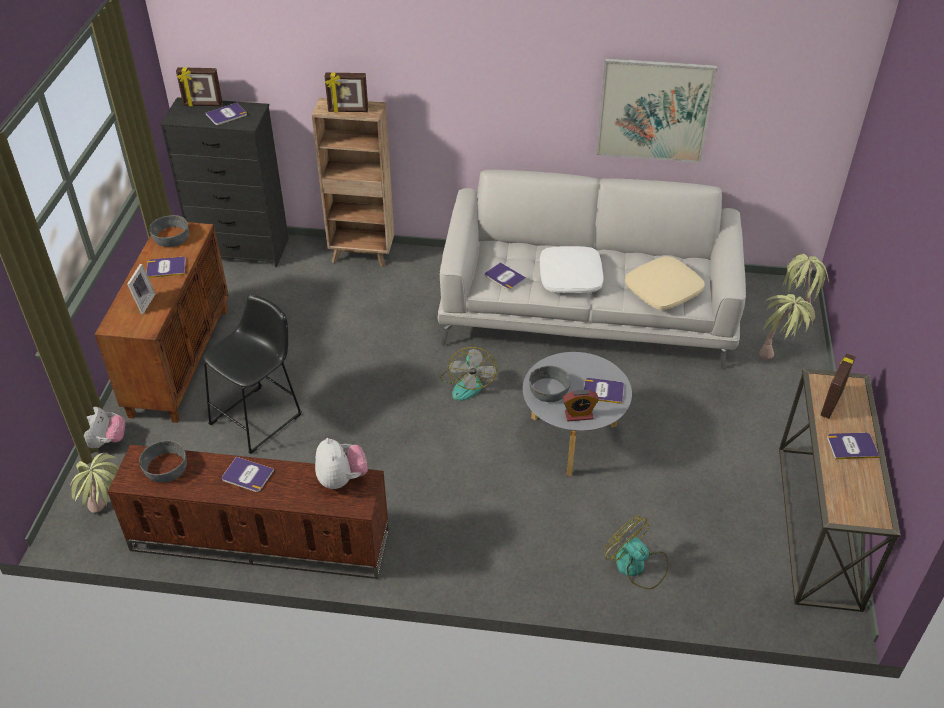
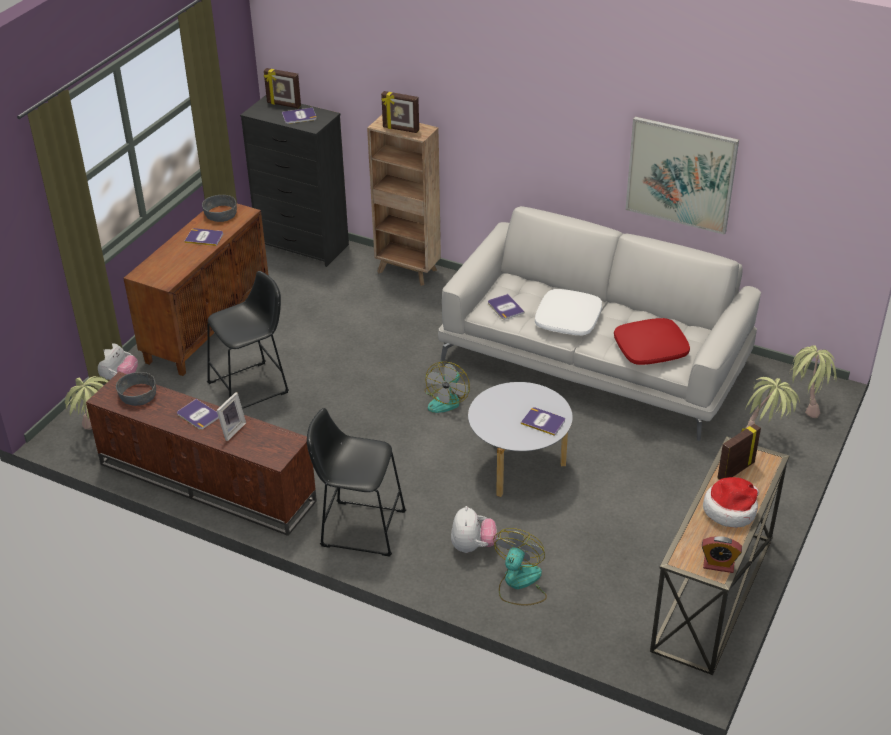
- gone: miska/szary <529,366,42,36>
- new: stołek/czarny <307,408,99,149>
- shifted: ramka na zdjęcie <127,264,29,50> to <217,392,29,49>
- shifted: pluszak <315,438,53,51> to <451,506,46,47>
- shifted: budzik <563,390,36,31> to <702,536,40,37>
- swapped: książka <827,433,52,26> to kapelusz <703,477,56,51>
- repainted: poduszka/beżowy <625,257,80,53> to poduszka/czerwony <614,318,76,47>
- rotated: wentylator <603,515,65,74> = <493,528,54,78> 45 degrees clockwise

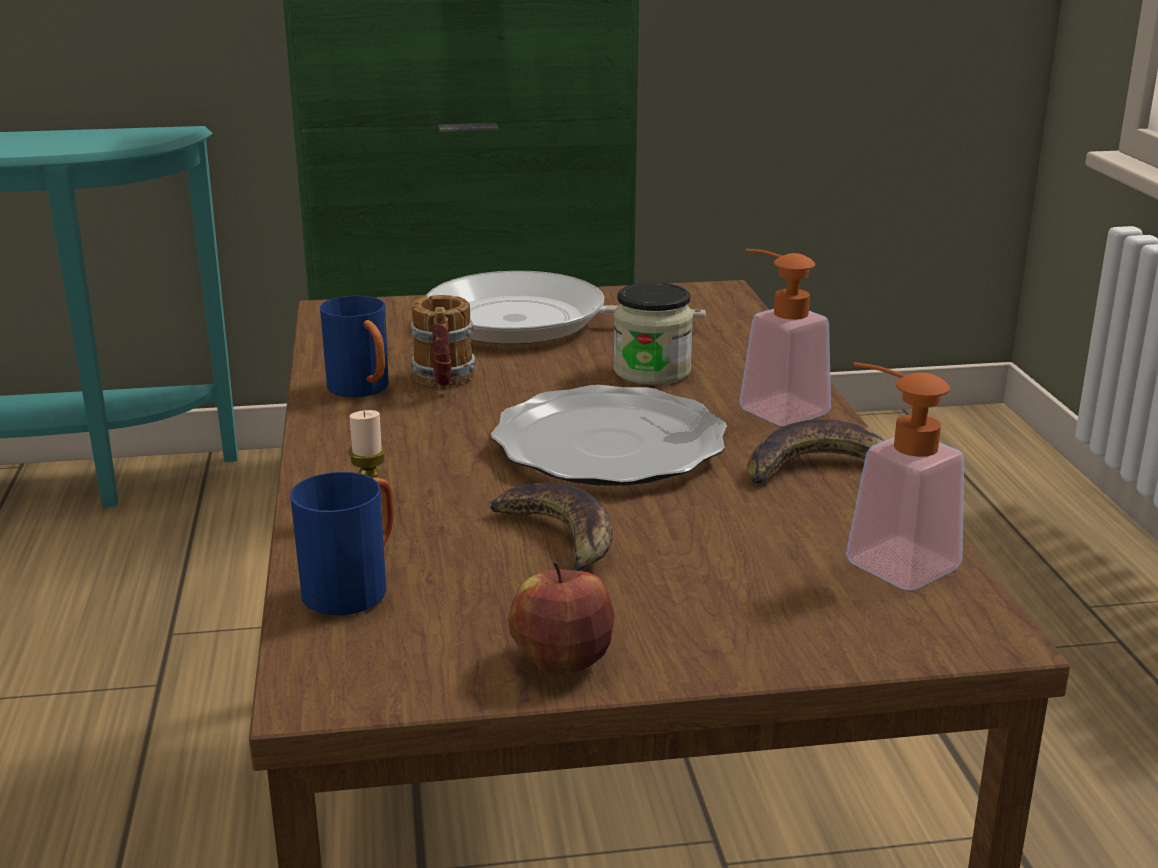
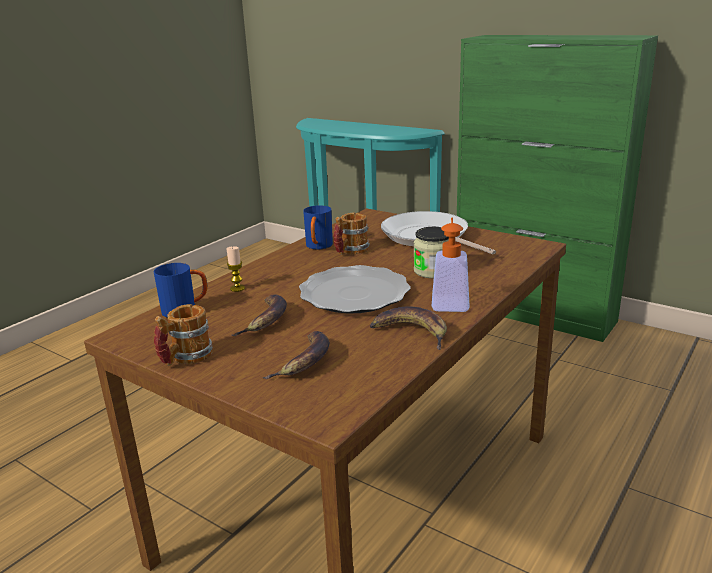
- gone: dozownik mydła <846,362,118,228>
- new: banan <262,331,68,48>
- swapped: jabłko <508,561,106,114> to kubek <154,304,59,62>

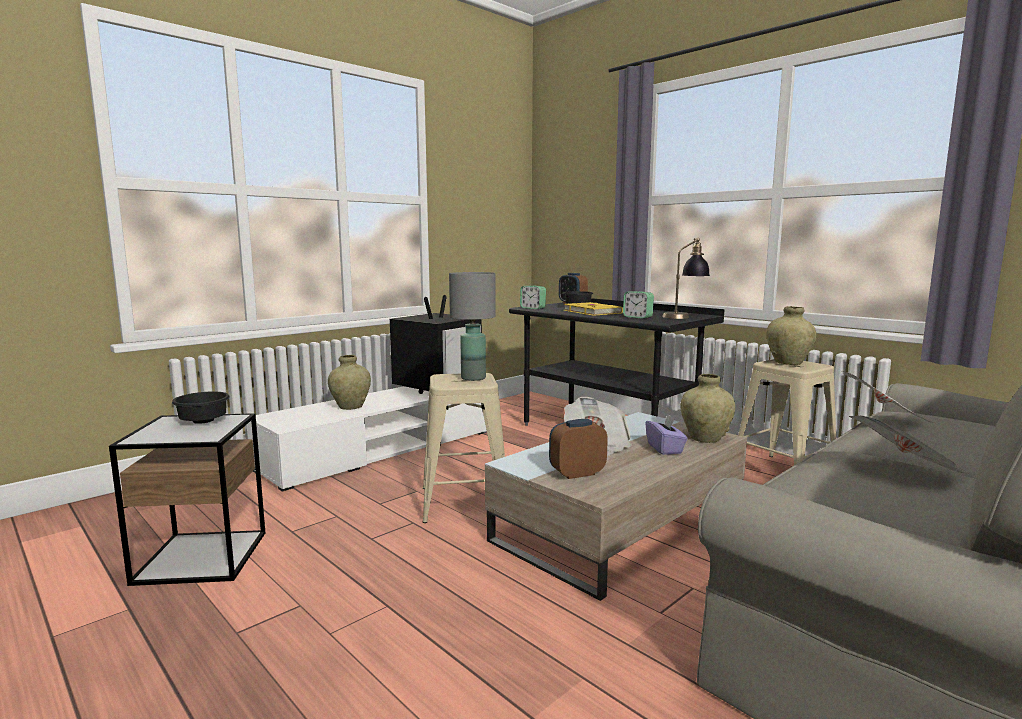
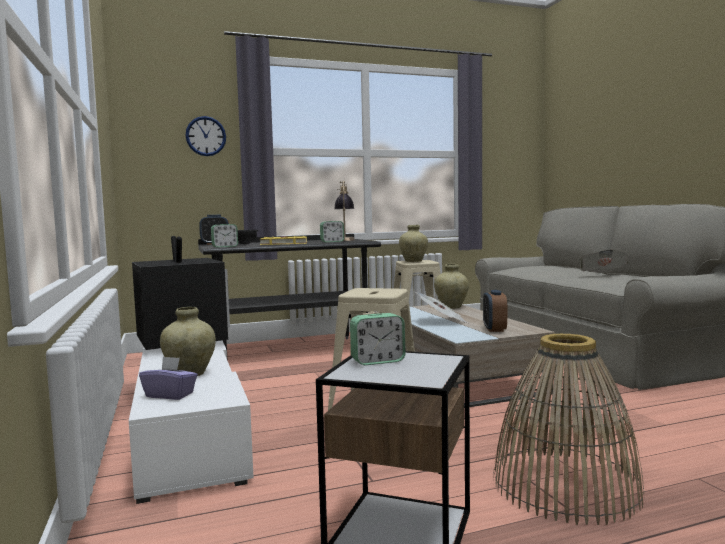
- gone: lampa stołowa/szary <449,272,47,109>
- gone: gazeta <842,371,92,52>
- new: zegar ścienny <185,116,41,40>
- new: koszyk <493,334,151,191>
- shifted: pudełko chusteczek/fioletowy <645,414,43,41> to <139,357,59,43>
- swapped: miska/czarny <172,391,58,33> to budzik <350,313,56,53>

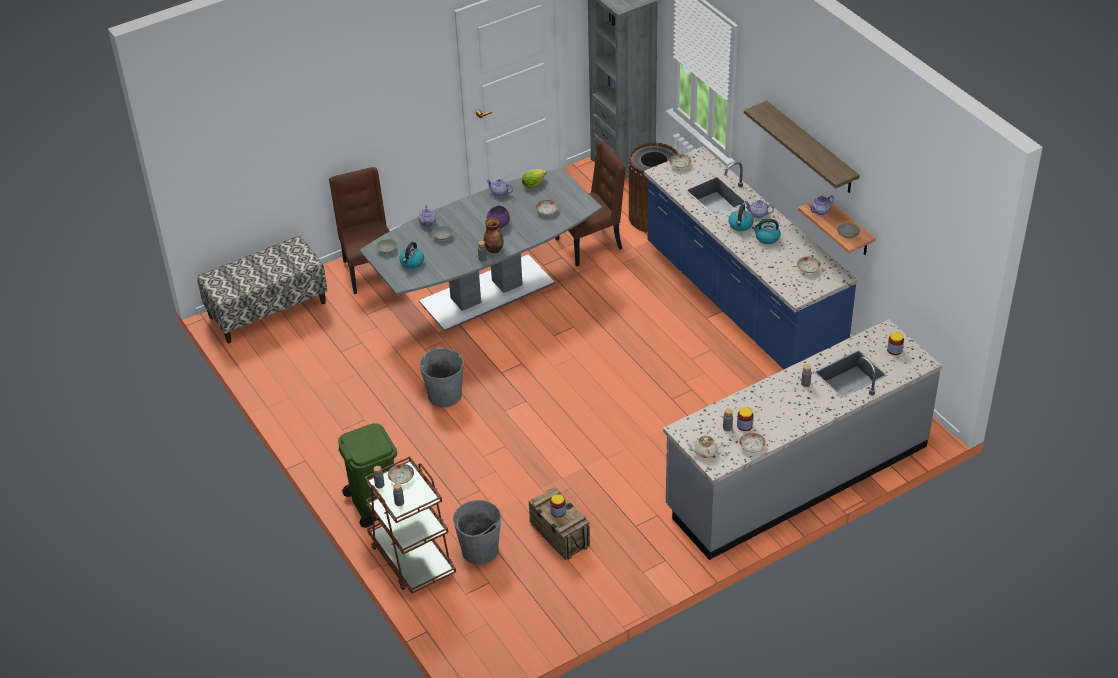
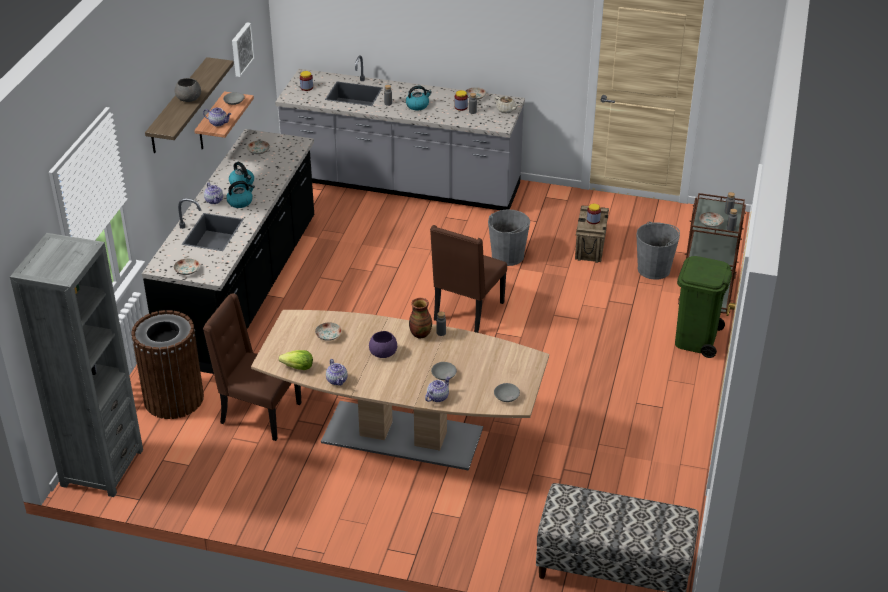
- new: miska/szary <175,78,26,24>
- new: obraz <232,23,22,54>
- shifted: krzesło/brązowy <329,167,61,127> to <430,225,77,108>
- shifted: czajnik <399,242,25,27> to <406,86,26,24>
- shifted: wiadro/szary <420,347,44,60> to <488,209,42,57>
- repainted: stół jadalny/szary <360,168,242,164> to stół jadalny/brązowy <251,310,298,161>
- repainted: zabudowa kuchenna/niebieski <644,147,214,222> to zabudowa kuchenna/czarny <142,129,172,245>

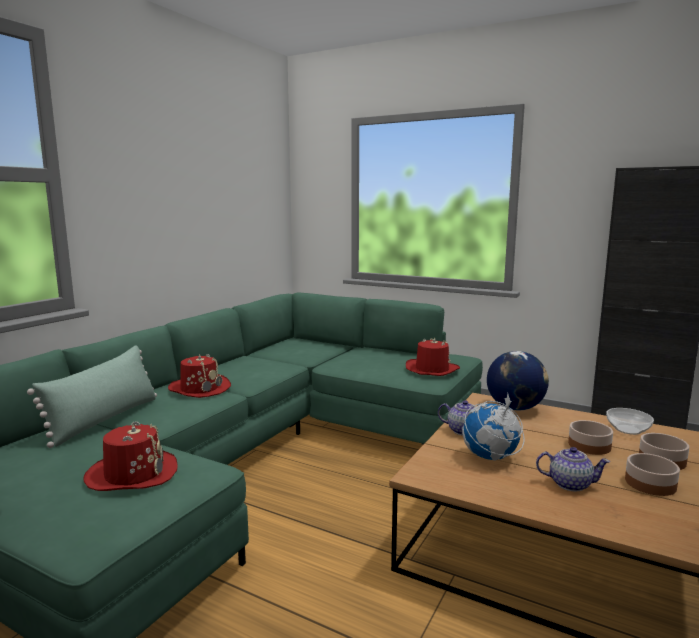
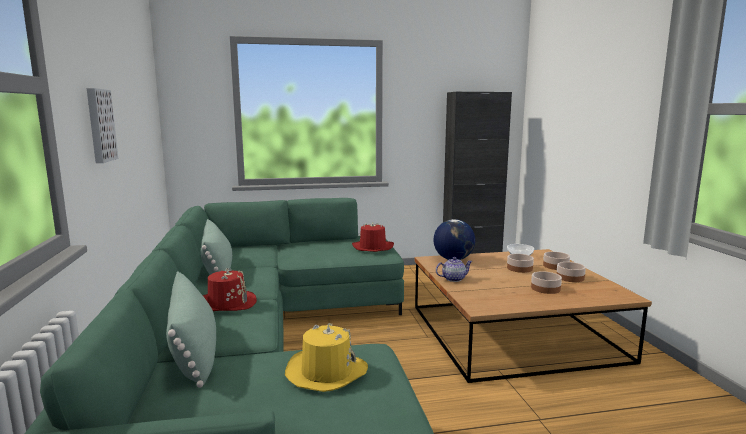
- gone: globus <462,393,63,68>
- new: obraz <87,88,31,75>
- new: poduszka/zielony <201,219,31,56>
- swapped: imbryk <536,447,74,45> to miska <531,271,31,23>
- repainted: kapelusz/czerwony <83,421,95,70> to kapelusz/żółty <285,323,83,69>

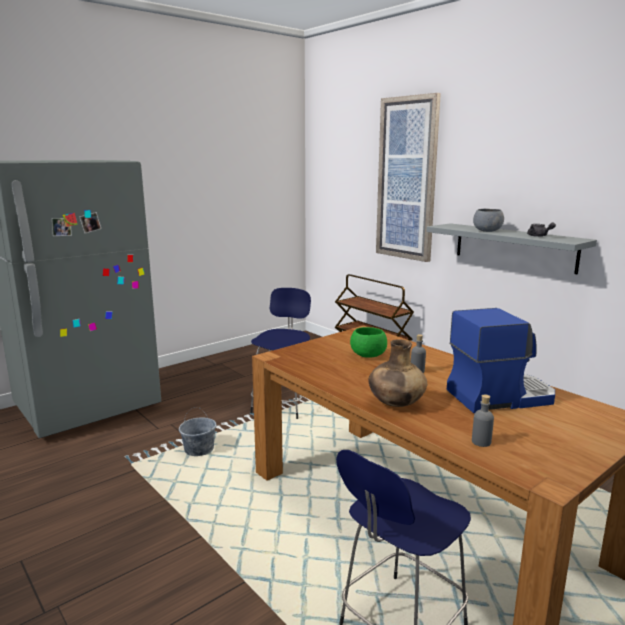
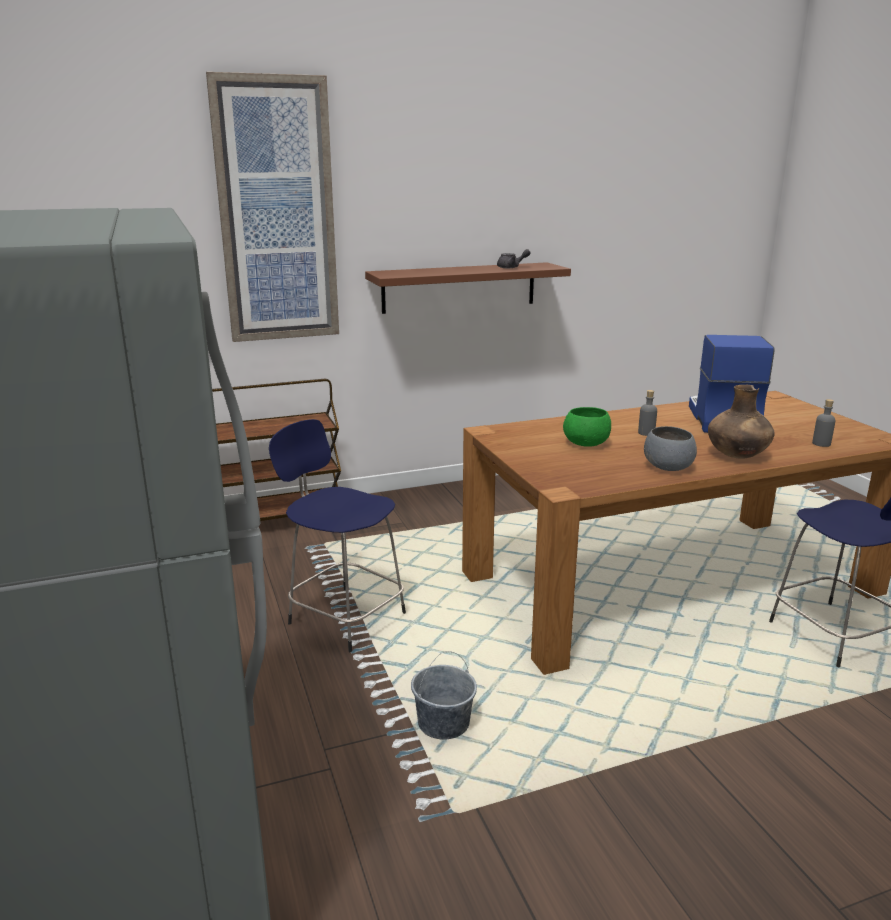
- shifted: miska/szary <473,209,31,23> to <644,426,53,45>
- repainted: półka/szary <426,223,171,52> to półka/brązowy <365,262,206,52>

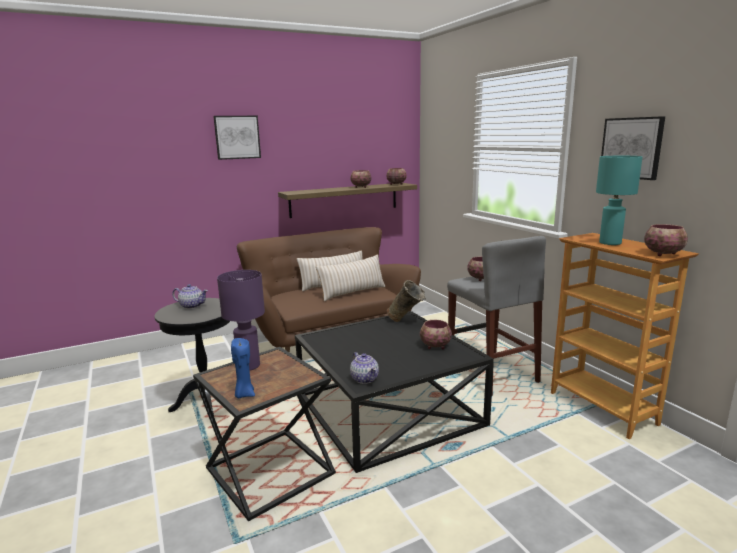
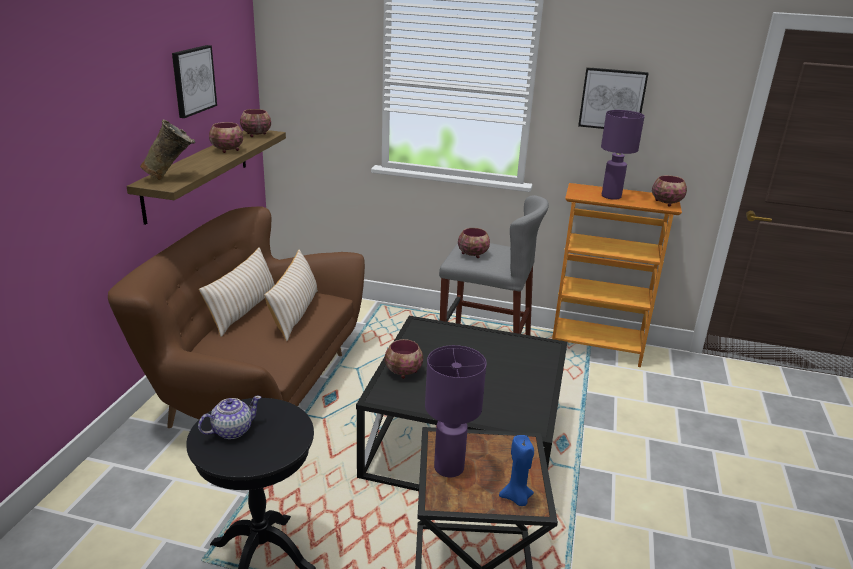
- gone: imbryk <350,352,29,32>
- shifted: obraz <213,116,48,44> to <172,45,45,73>
- shifted: wazon/beżowy <387,280,39,42> to <140,120,55,60>
- shifted: miska <420,320,32,29> to <385,339,38,40>
- repainted: lampa stołowa/turkusowy <596,156,47,89> to lampa stołowa/fioletowy <601,110,44,90>

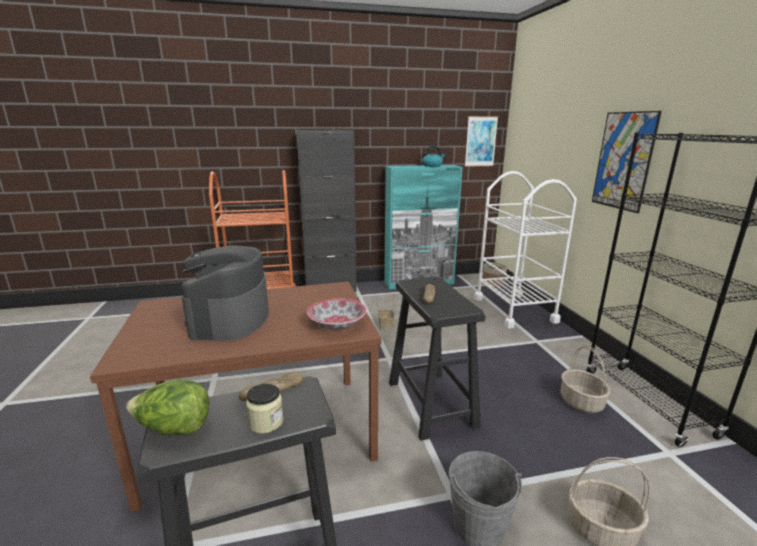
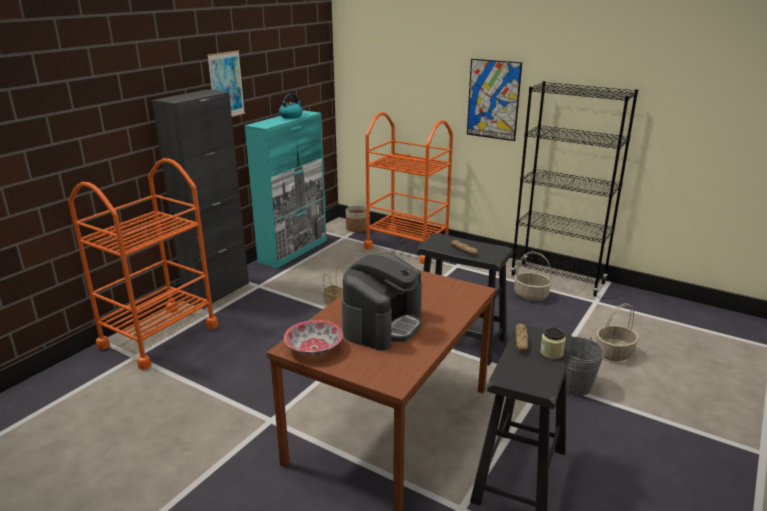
- gone: sałata <126,380,83,55>
- shifted: miska <307,299,59,31> to <284,320,59,36>
- shifted: obraz <465,116,33,51> to <207,51,38,66>
- repainted: wózek/biały <474,171,103,158> to wózek/pomarańczowy <364,112,89,152>
- rotated: ekspres do kawy <181,245,88,96> = <342,253,80,97> 105 degrees counterclockwise

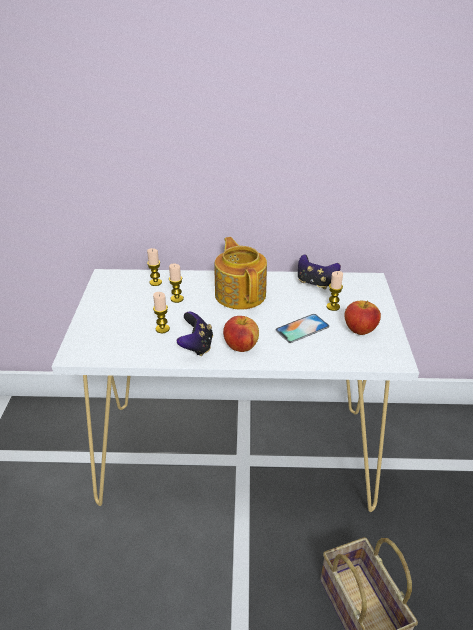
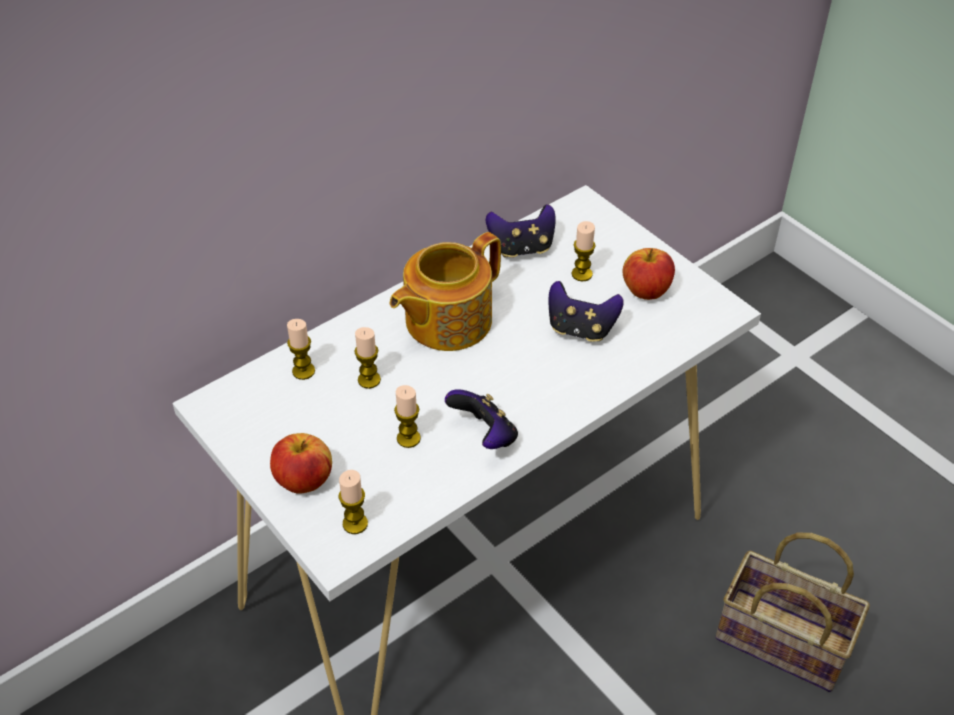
- new: świeca <339,470,29,64>
- shifted: jabłko <223,316,36,36> to <270,433,62,61>
- swapped: telefon <275,314,54,29> to pad do gier <548,281,76,61>
- rotated: imbryk <215,237,52,73> = <390,232,111,119> 75 degrees counterclockwise

